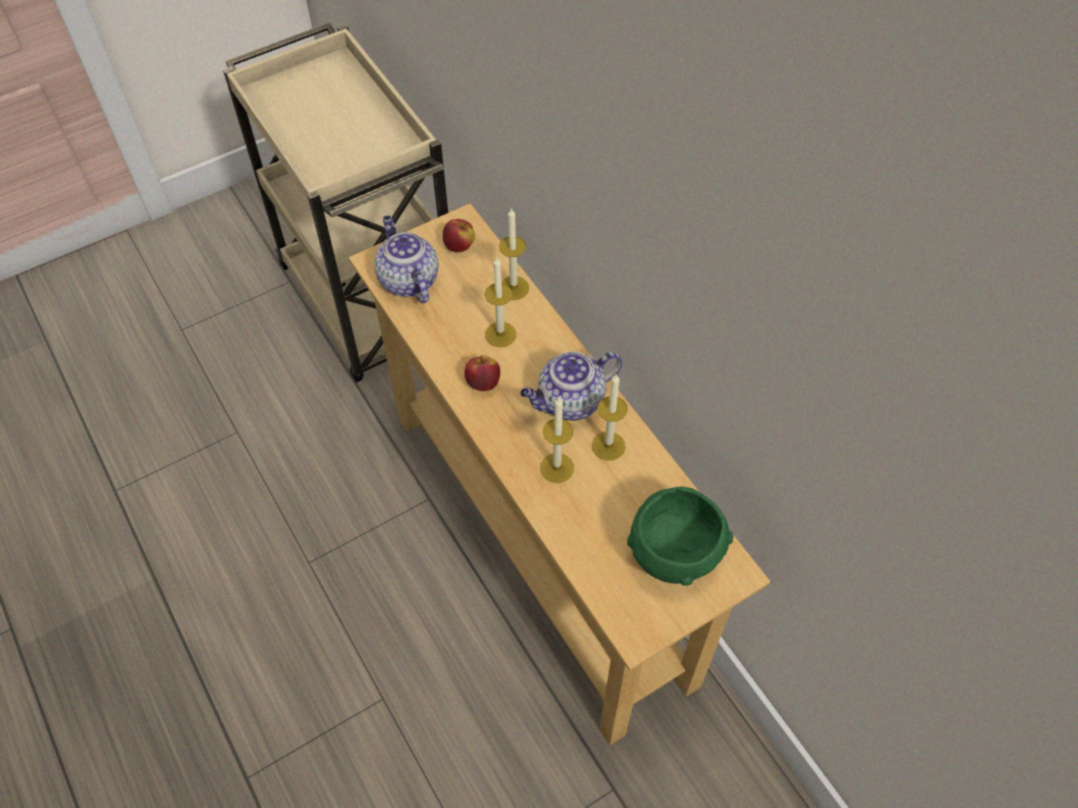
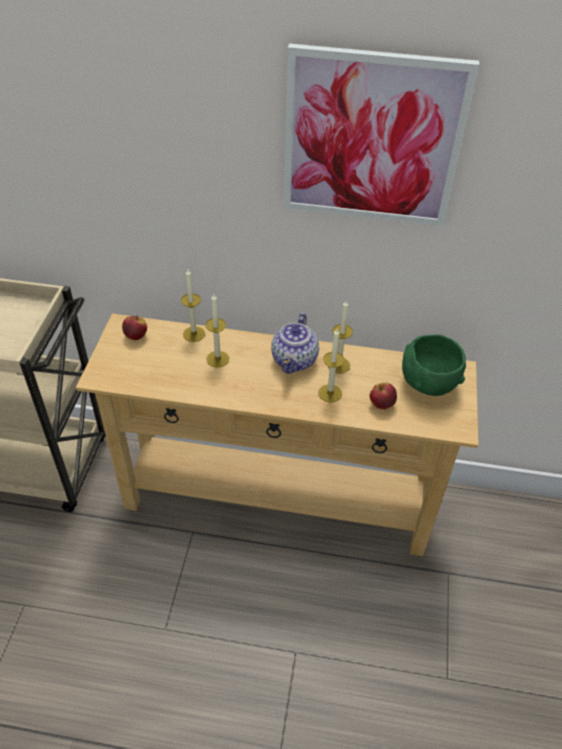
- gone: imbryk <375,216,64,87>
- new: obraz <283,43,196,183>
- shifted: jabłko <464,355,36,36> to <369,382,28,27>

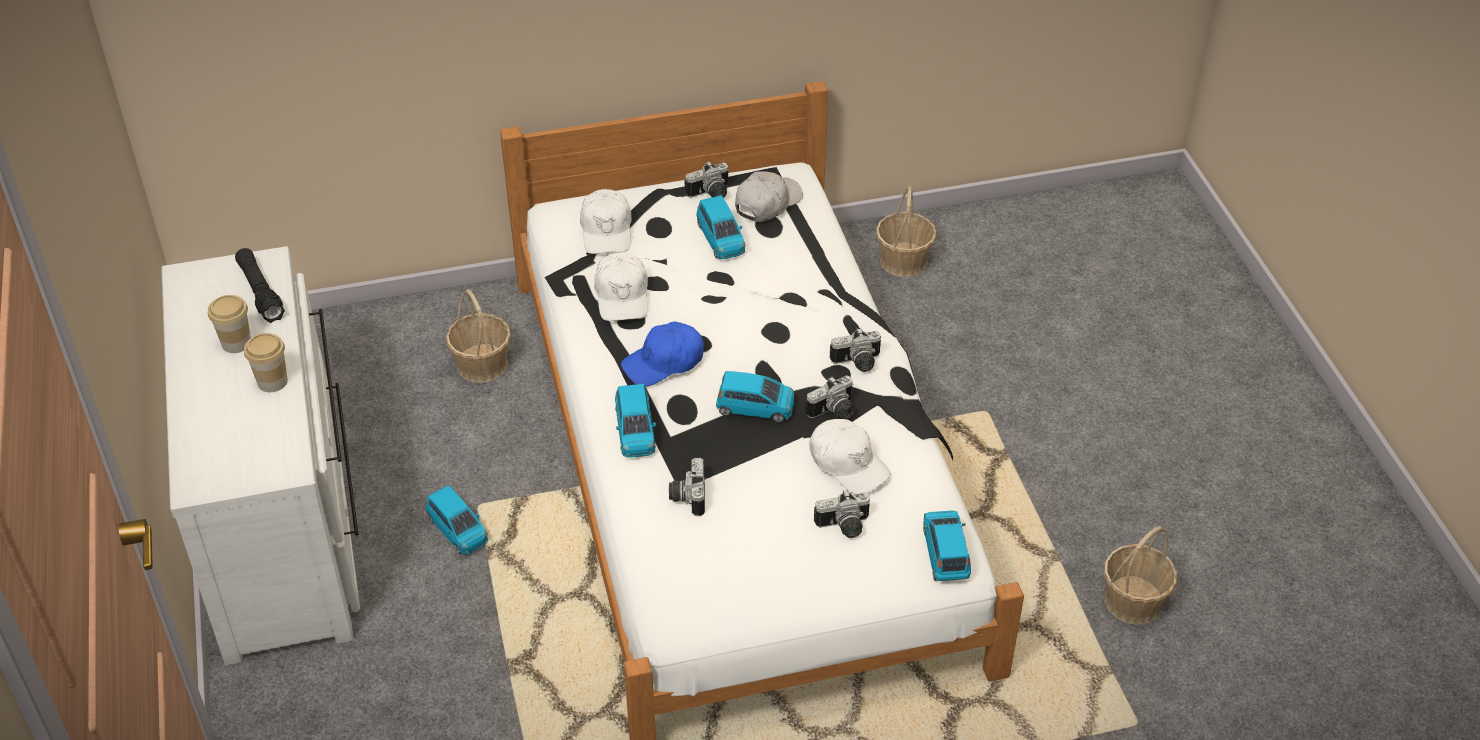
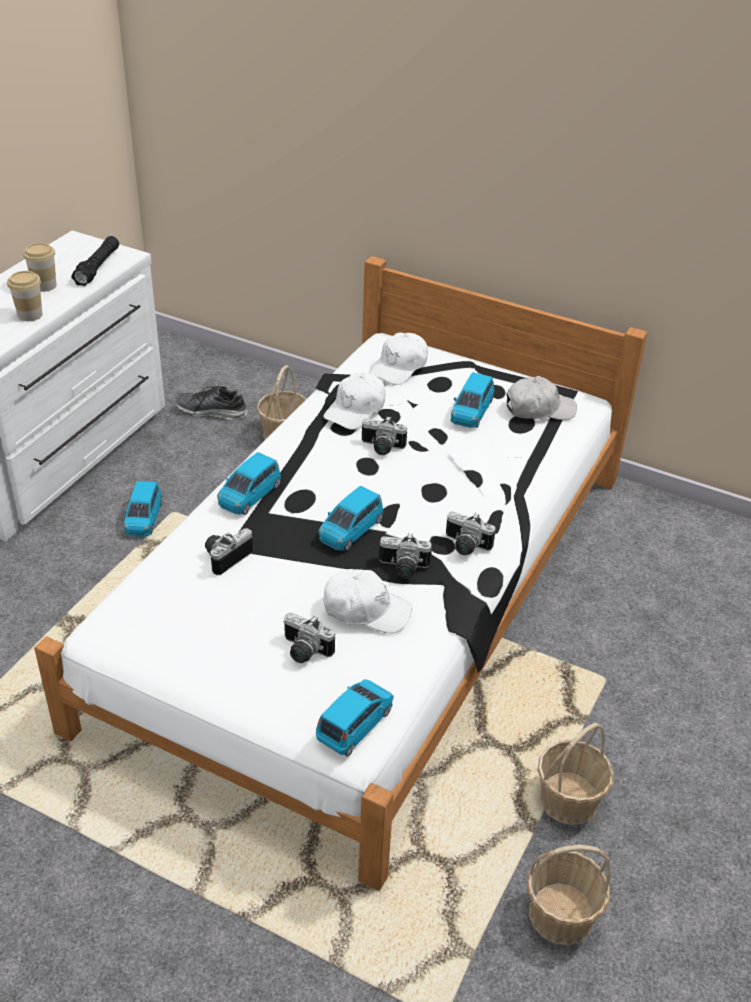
- gone: czapka z daszkiem/niebieski <621,322,83,65>
- new: but <176,386,72,34>
- shifted: aparat fotograficzny <685,161,44,37> to <362,416,45,39>
- shifted: koszyk <876,186,61,91> to <538,723,76,102>
- rotated: samochodzik/niebieski <716,371,78,51> = <318,485,65,66> 75 degrees clockwise
- rotated: czapka z daszkiem/biały <809,419,82,75> = <324,569,88,65> 75 degrees counterclockwise

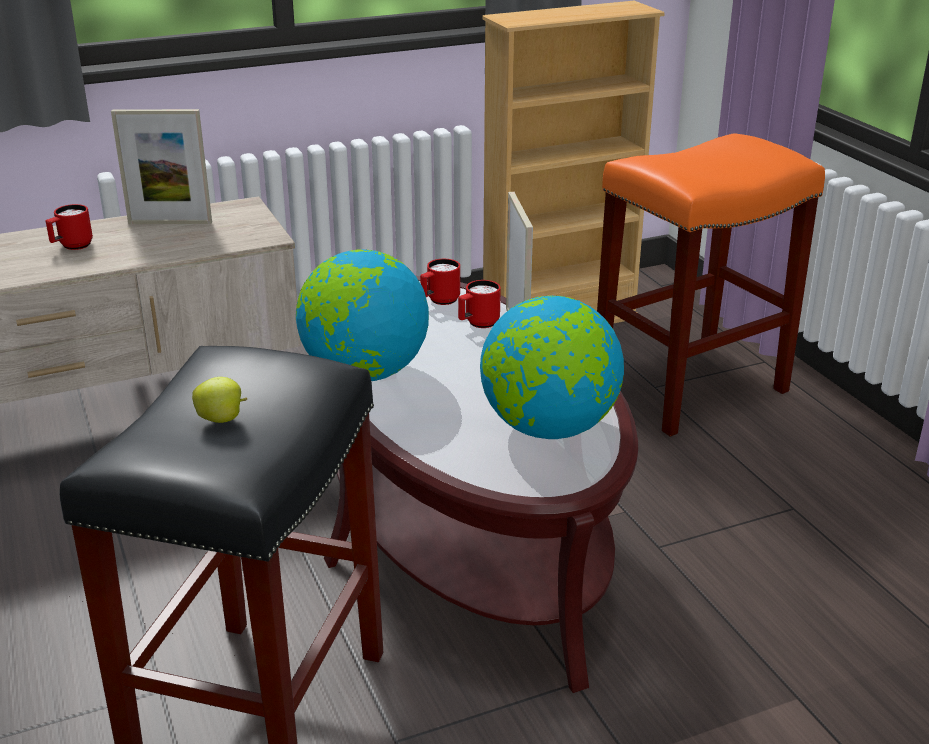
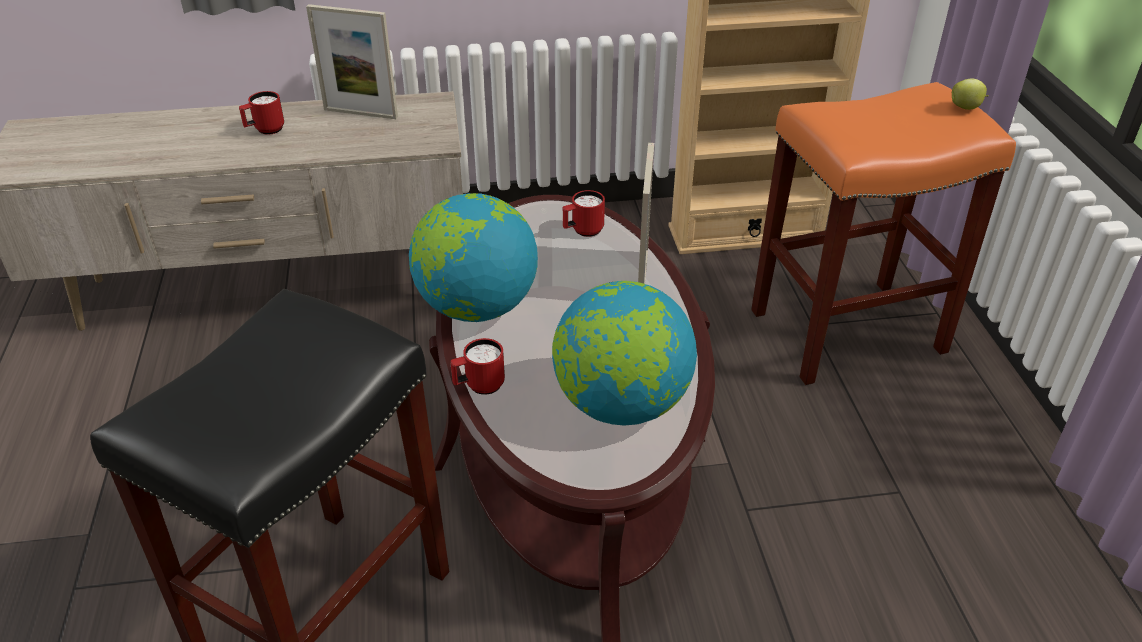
- shifted: jabłko <192,377,55,46> to <952,78,37,32>
- shifted: kubek/czerwony <458,280,43,48> to <450,338,55,57>

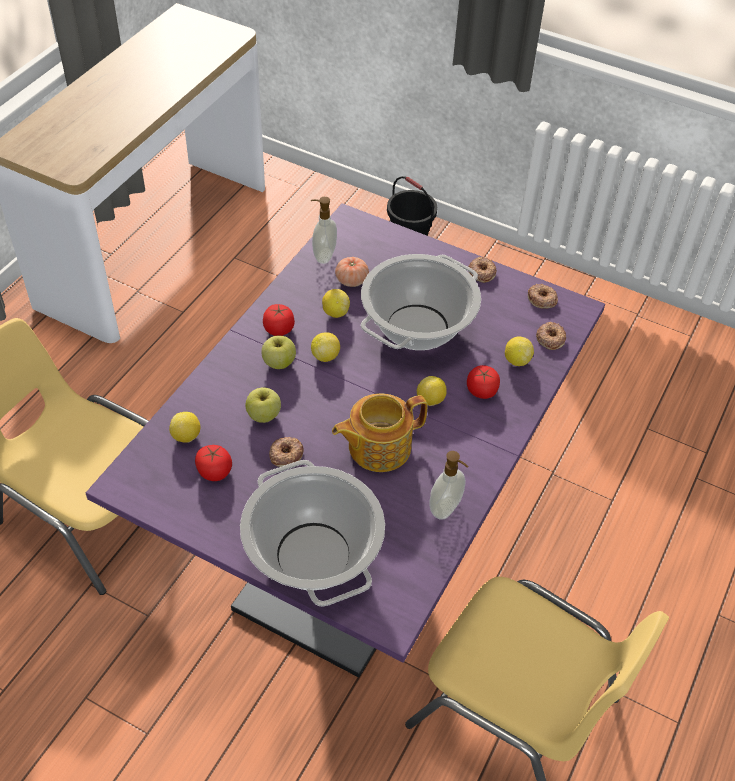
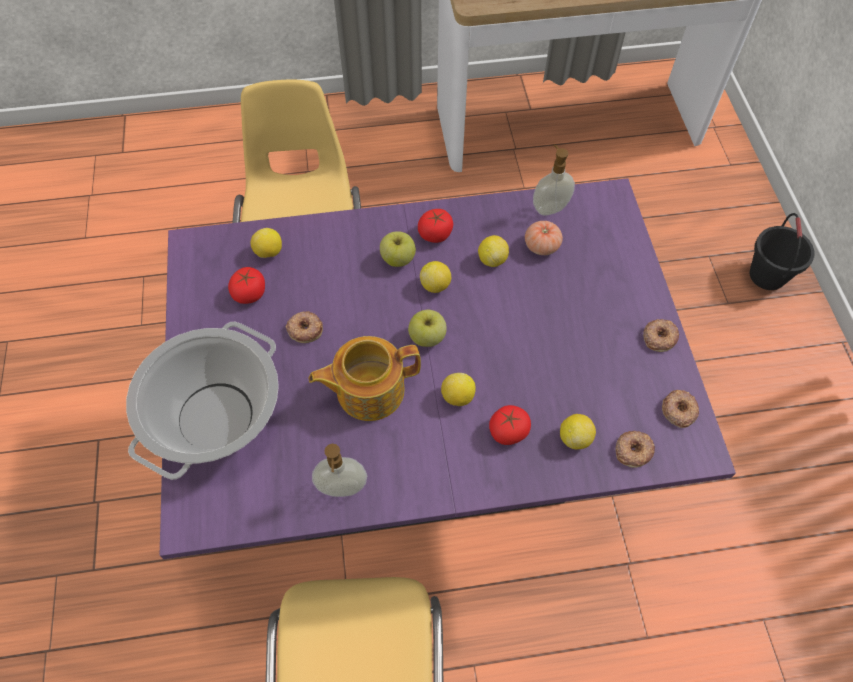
- gone: garnek <361,254,120,96>
- shifted: jabłko <246,387,35,36> to <408,310,39,37>
- rotated: imbryk <332,393,96,79> = <309,336,112,85> 45 degrees counterclockwise

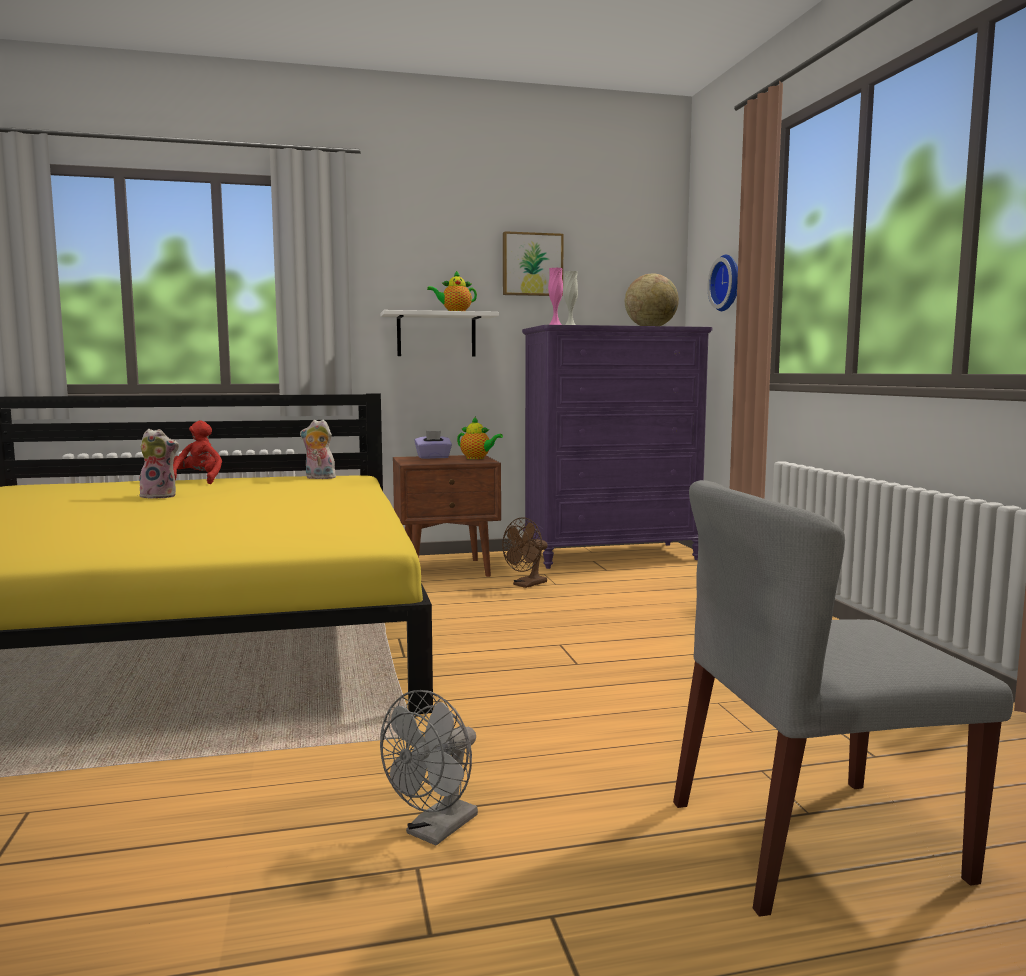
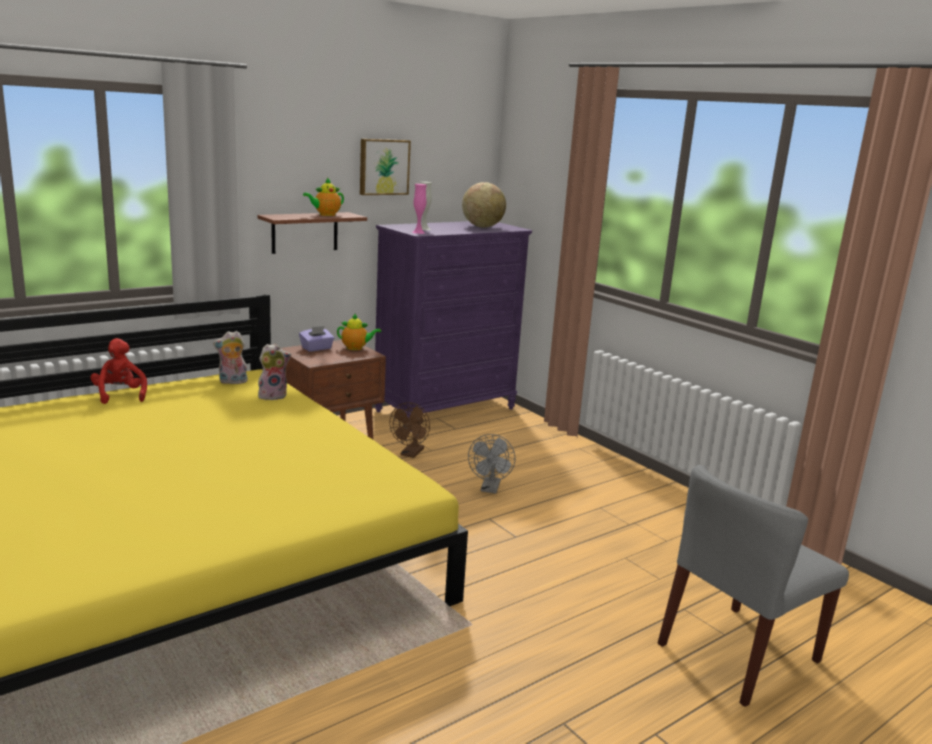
- gone: zegar ścienny <707,255,31,56>
- shifted: pluszak <139,429,40,70> to <258,344,33,56>
- shifted: wentylator/szary <380,690,98,156> to <468,434,47,60>
- repainted: półka/biały <381,310,118,47> to półka/brązowy <257,212,110,42>

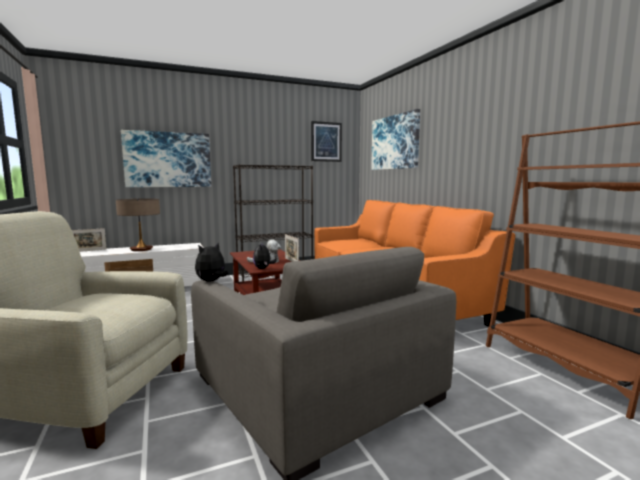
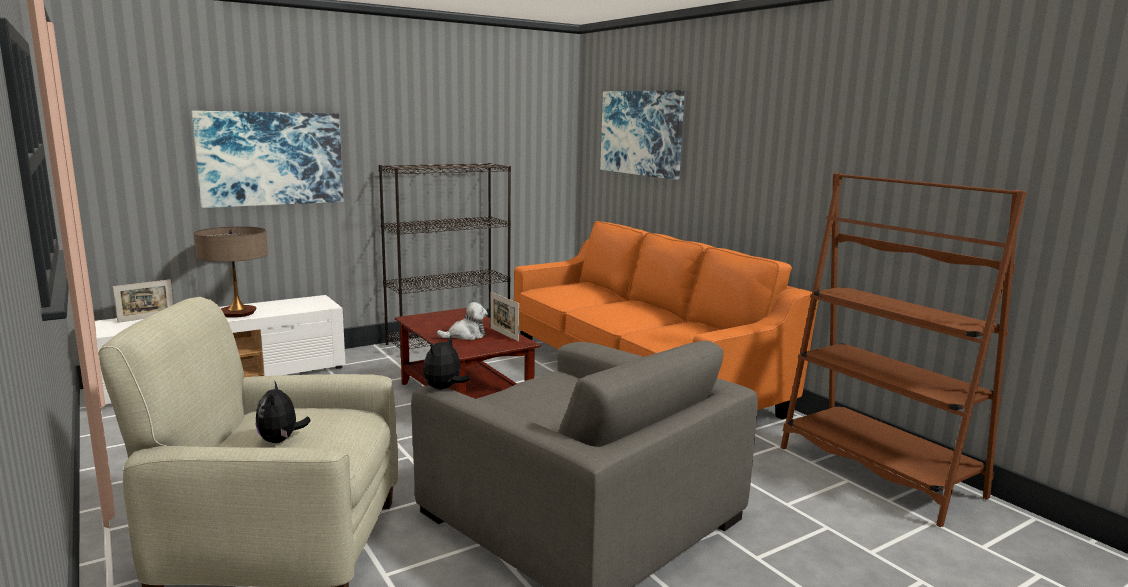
- gone: obraz <311,121,31,41>
- shifted: pluszak <253,244,23,25> to <256,380,55,63>

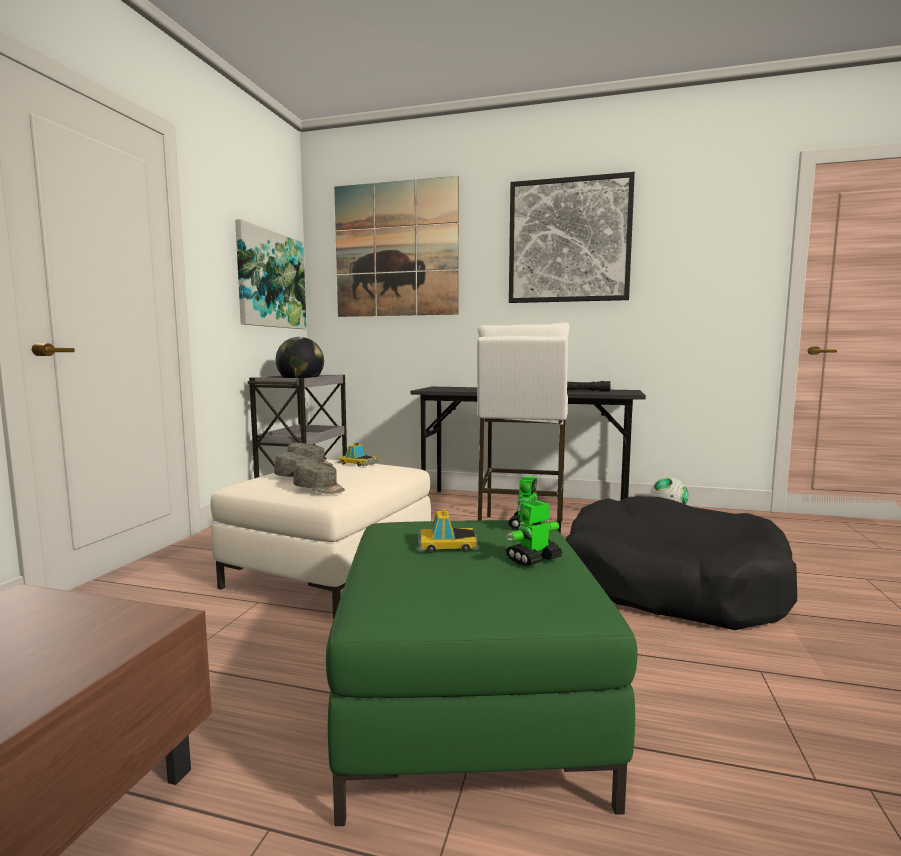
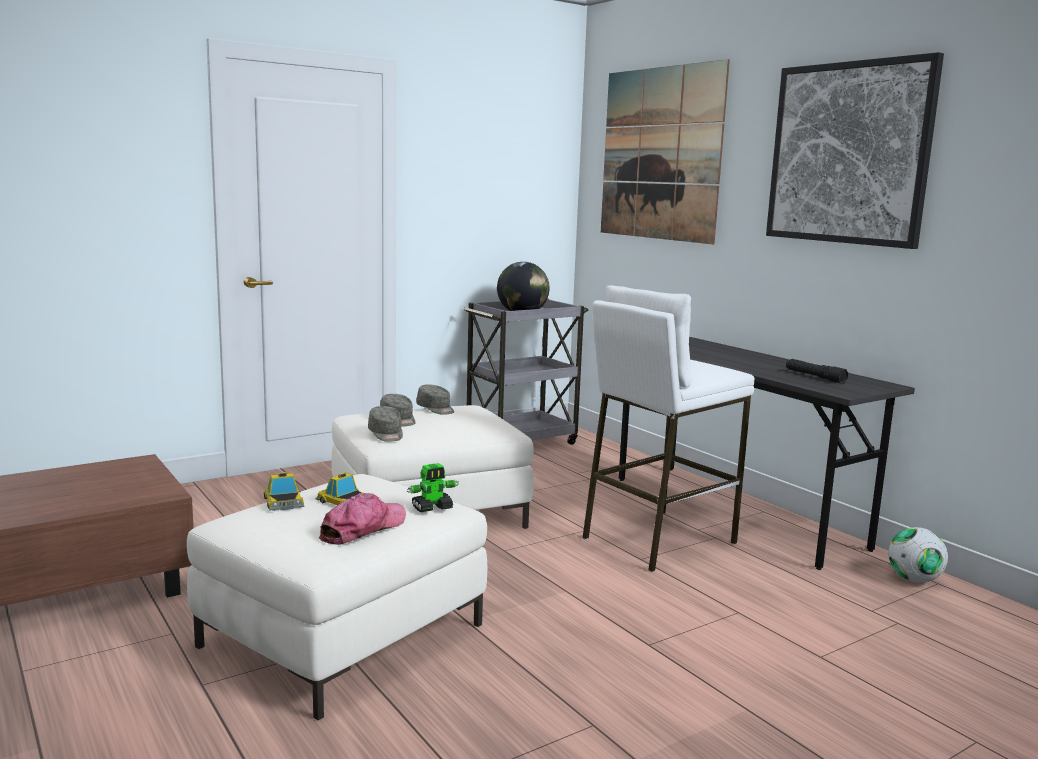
- gone: obraz <235,219,72,110>
- gone: legowisko/czarny <566,496,231,134>
- shifted: samochodzik <338,442,41,24> to <264,472,40,39>
- swapped: robot zabawkowy <506,500,56,66> to czapka z daszkiem <319,493,87,52>
- repainted: pufa/zielony <326,520,311,306> to pufa/biały <187,474,300,246>

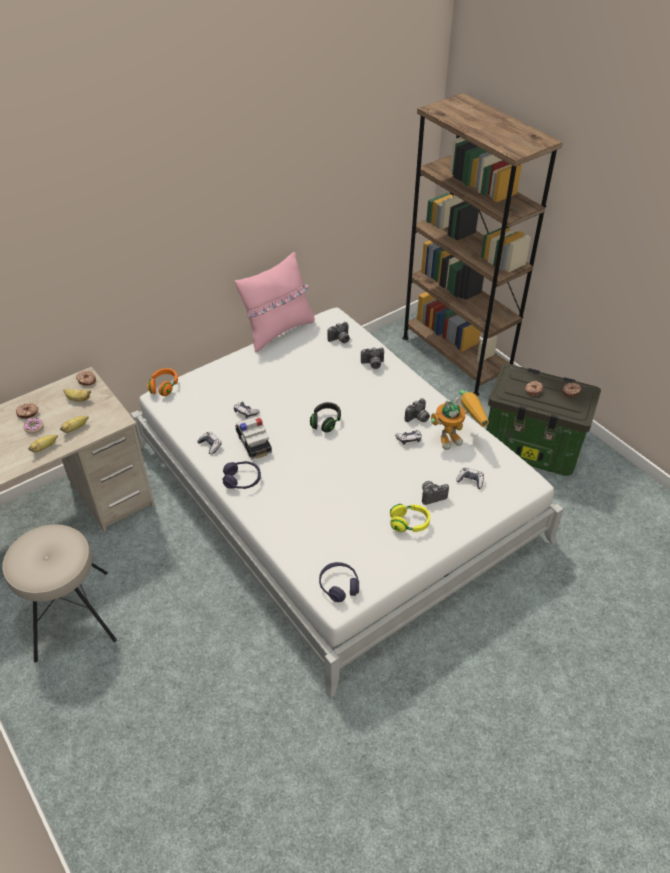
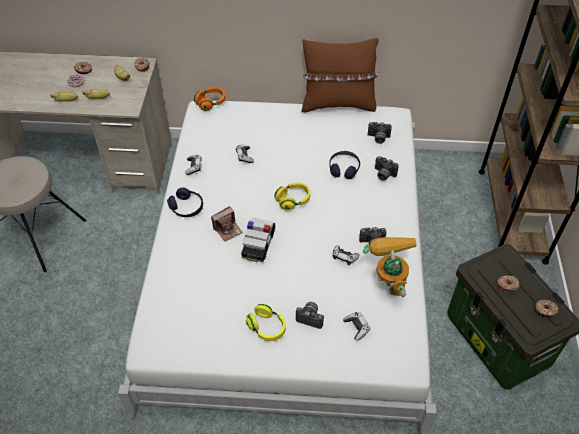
- new: aparat fotograficzny <211,206,32,35>
- shifted: samochodzik <235,416,37,43> to <241,218,34,44>
- shifted: słuchawki/fioletowy <319,562,40,40> to <329,151,31,28>
- repainted: poduszka/różowy <235,252,80,101> to poduszka/brązowy <301,38,78,74>
- repainted: słuchawki/czarny <310,402,31,31> to słuchawki/żółty <274,183,36,27>
- rotated: robot zabawkowy <430,390,59,60> = <363,237,54,60> 120 degrees counterclockwise

